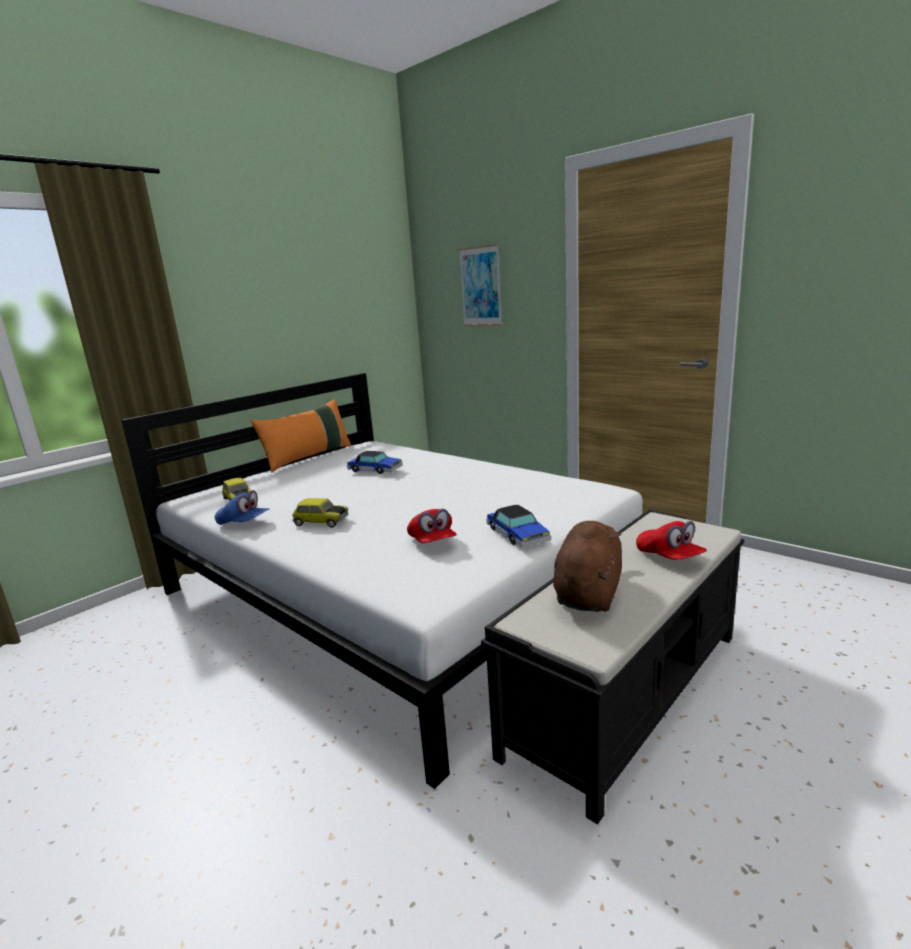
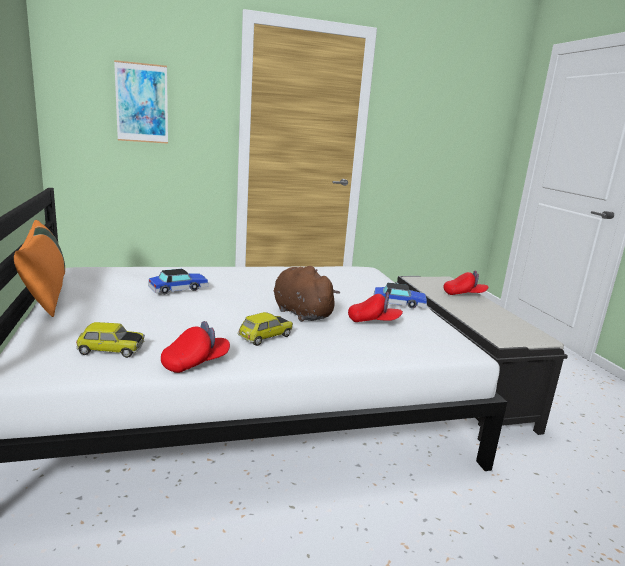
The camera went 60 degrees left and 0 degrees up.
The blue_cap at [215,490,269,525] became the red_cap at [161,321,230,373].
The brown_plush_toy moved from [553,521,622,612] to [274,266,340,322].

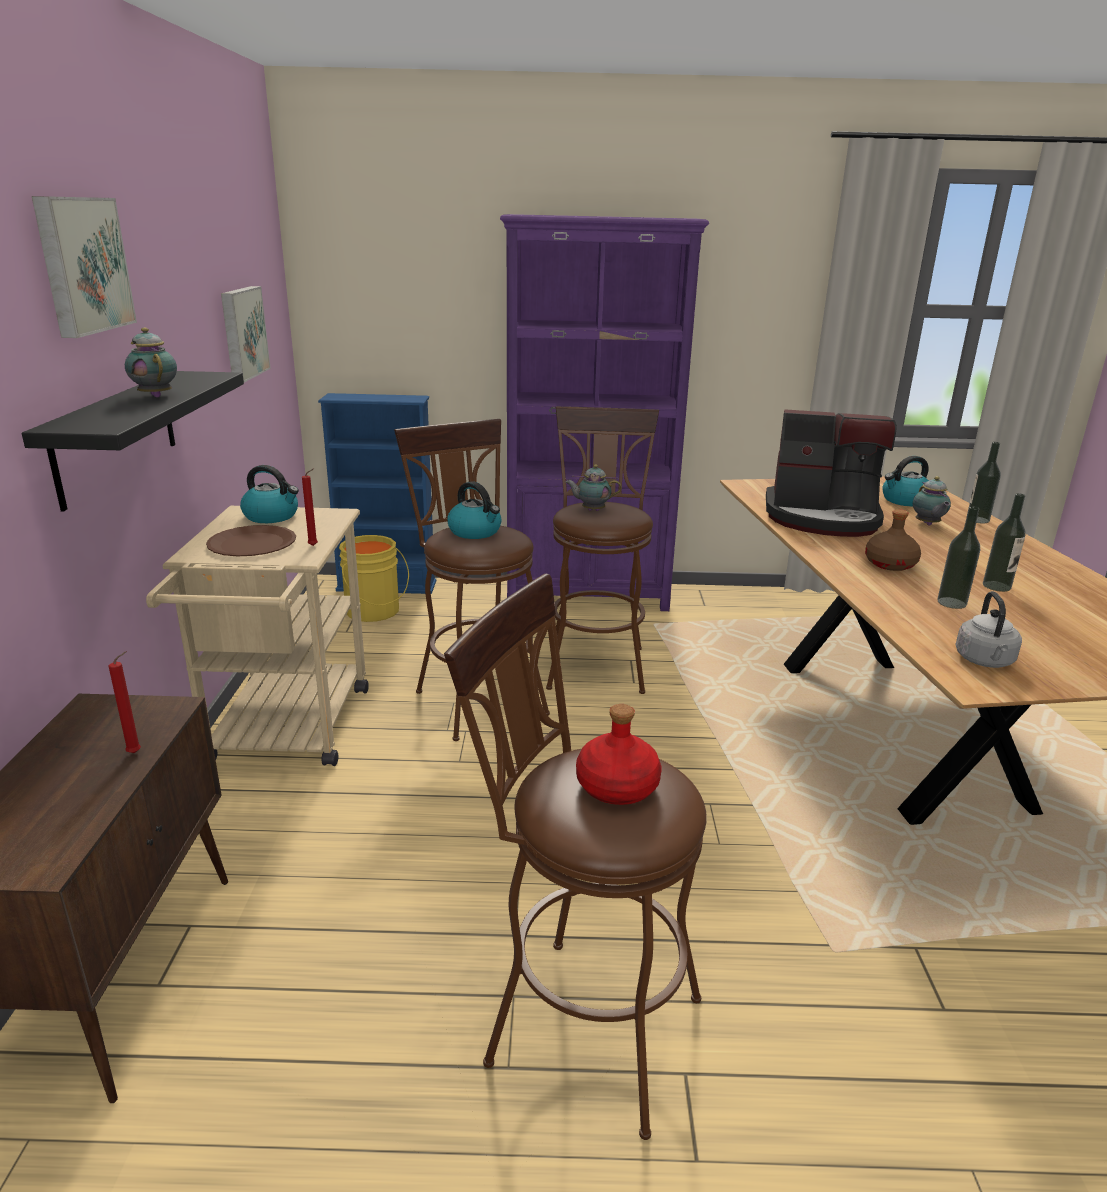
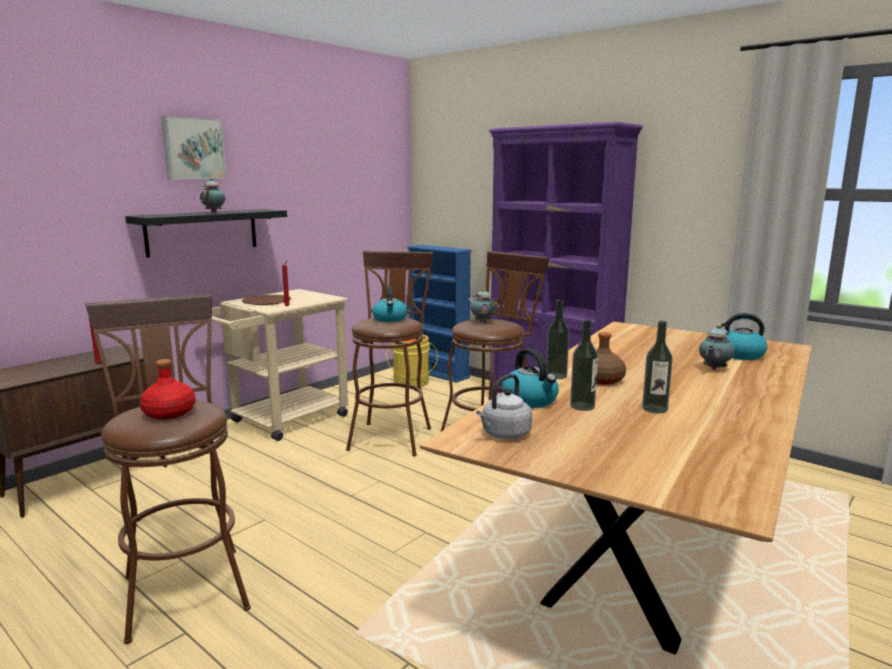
The camera went 40 degrees right and 10 degrees down.
The picture at [221,286,271,383] disappeared.
The coffee_machine at [766,409,897,537] disappeared.
The bottle moved from [966,442,1001,523] to [546,300,569,379].
The kettle moved from [240,465,299,523] to [502,348,559,408].

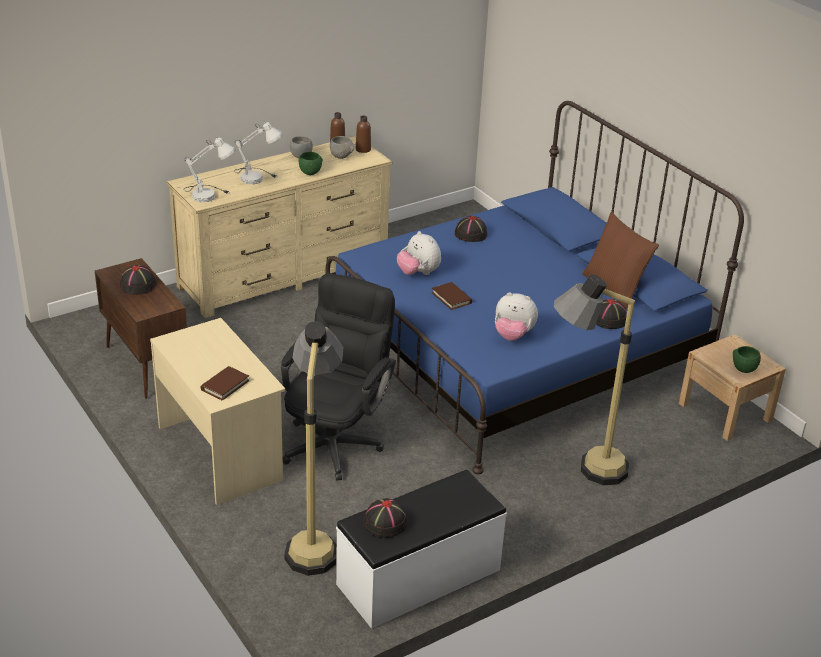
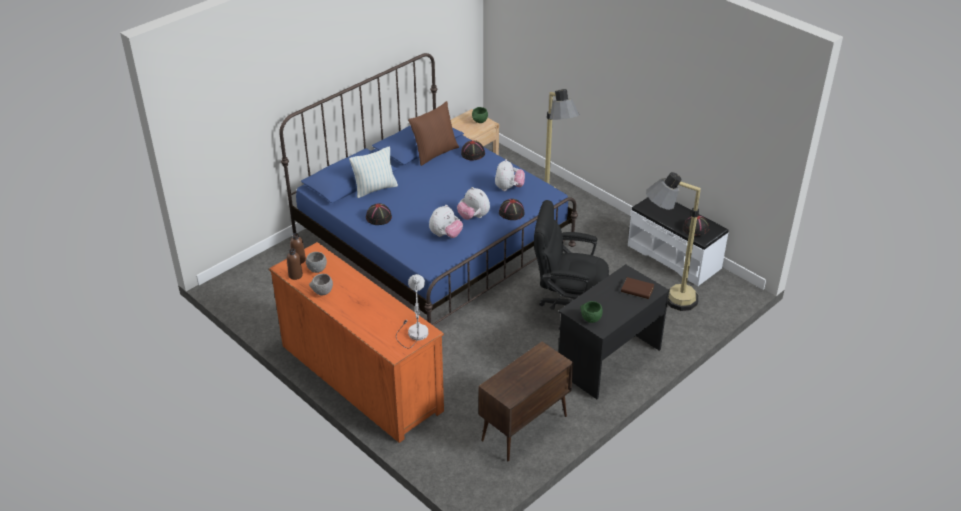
The camera went 100 degrees left and 5 degrees up.
The white_table_lamp at [234,121,283,184] disappeared.
The beige_dresser at [166,136,392,318] became the orange_dresser at [269,242,444,443].
The green_bowl moved from [299,152,323,175] to [580,301,603,323].
The black_hat moved from [120,265,156,295] to [499,199,525,220].
The brown_book at [432,282,472,310] was replaced by the plush_toy at [457,187,490,220].
The beige_desk at [150,318,285,505] became the black_desk at [558,264,670,399].
The pillow at [349,146,398,198] appeared.

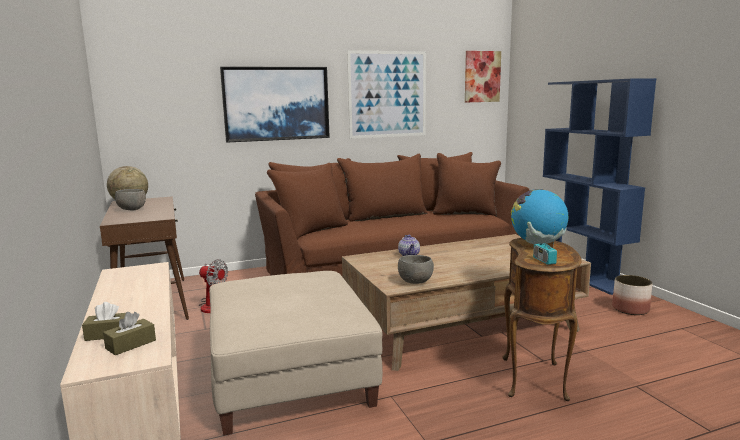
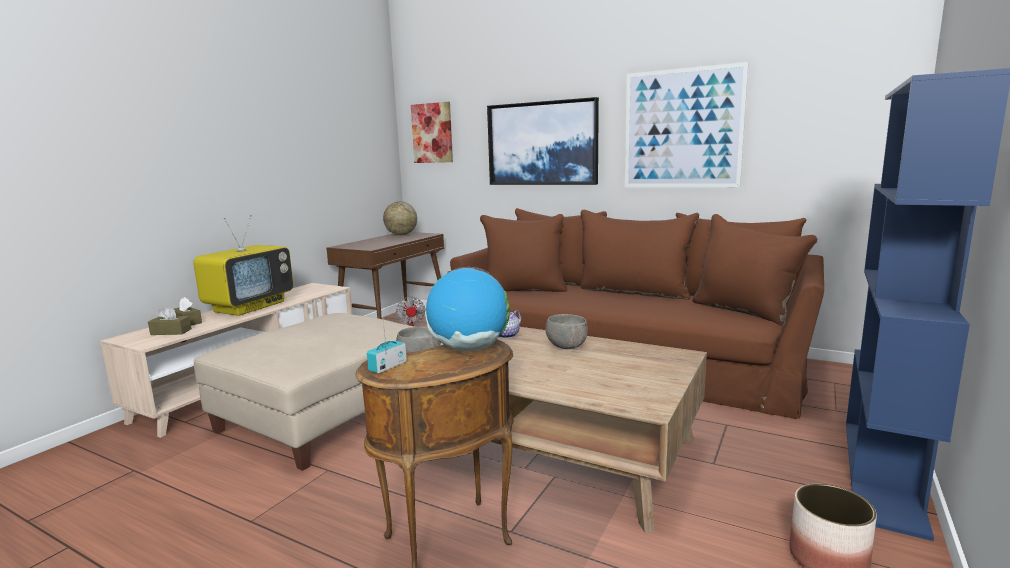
The camera went 50 degrees right and 0 degrees up.
The picture moved from [465,51,501,102] to [411,102,453,163].
The grey_bowl moved from [115,189,146,210] to [545,314,588,349].
The television at [193,215,293,316] appeared.

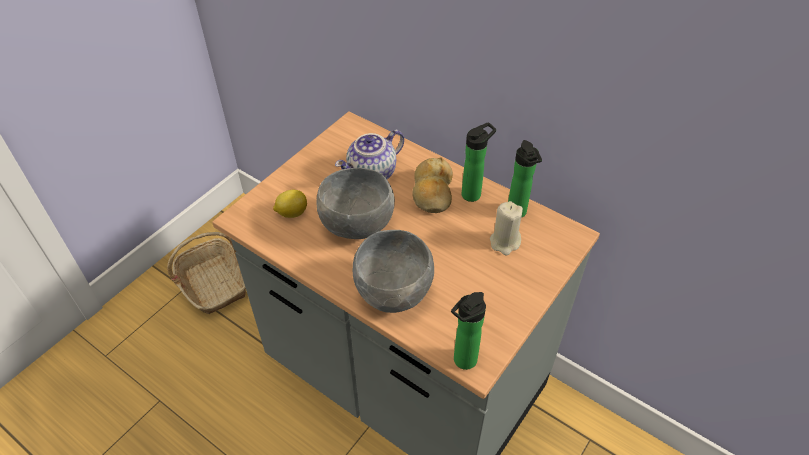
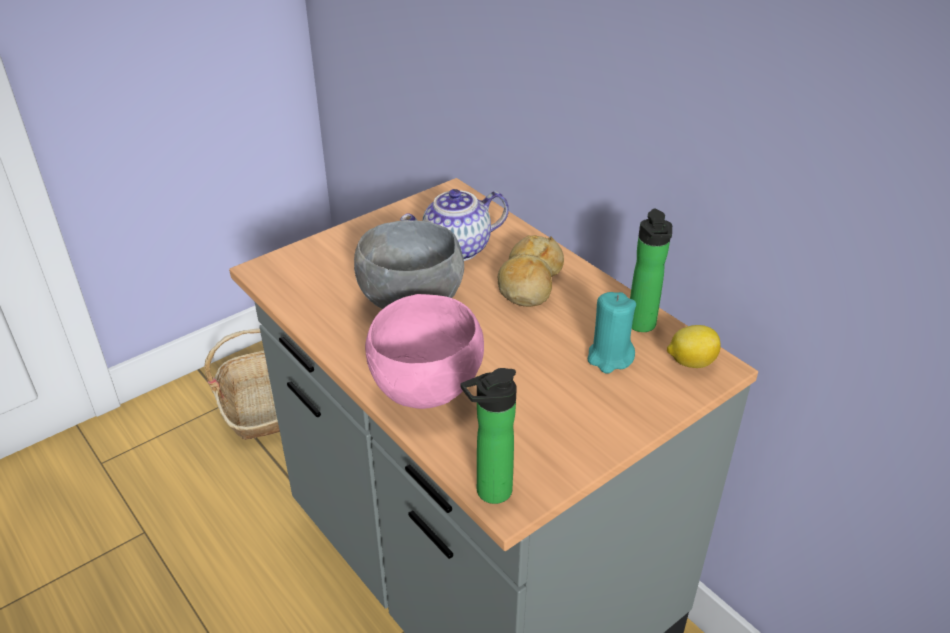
The camera went 15 degrees right and 10 degrees down.
The bottle at [462,122,496,202] disappeared.
The lemon moved from [273,190,307,218] to [667,325,721,368].
The beige_candle at [490,201,523,256] became the turquoise_candle at [588,292,636,374].
The grey_bowl at [353,230,434,313] became the pink_bowl at [365,294,484,409].

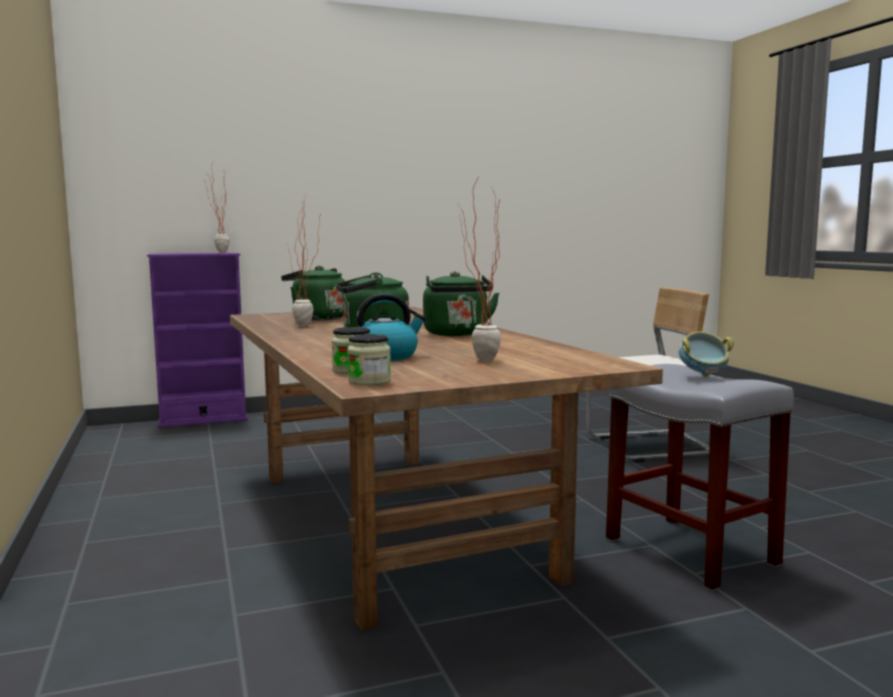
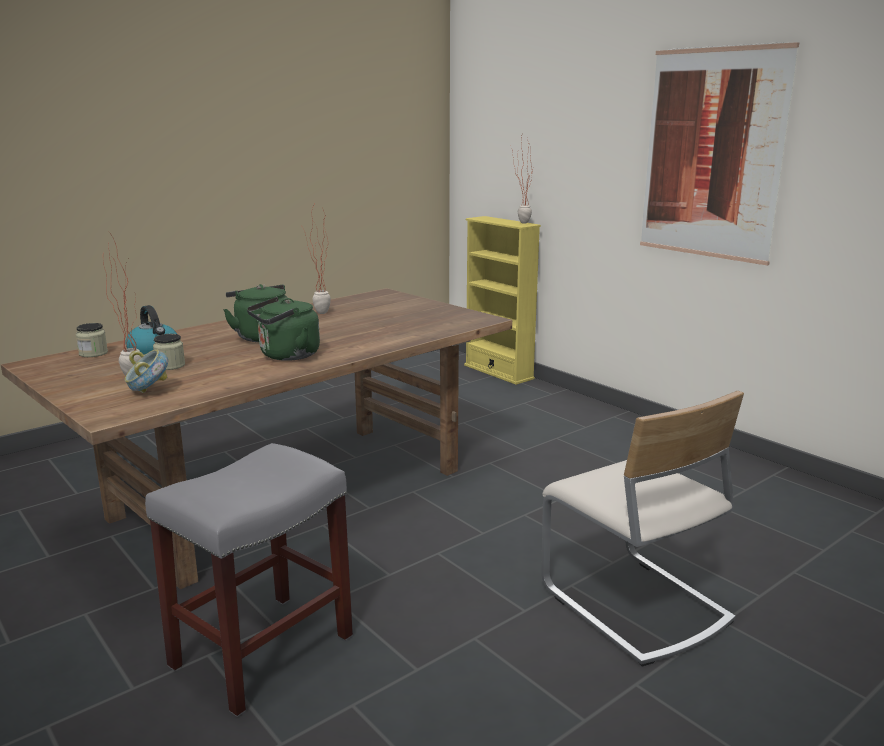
The camera went 70 degrees right and 10 degrees up.
The purple_bookcase at [147,253,248,428] became the yellow_bookcase at [464,216,541,385].
The green_kettle at [281,266,345,320] disappeared.
The bowl moved from [678,331,734,377] to [125,349,168,393].
The jar moved from [347,334,391,386] to [153,334,185,370].
The picture at [640,42,799,265] appeared.

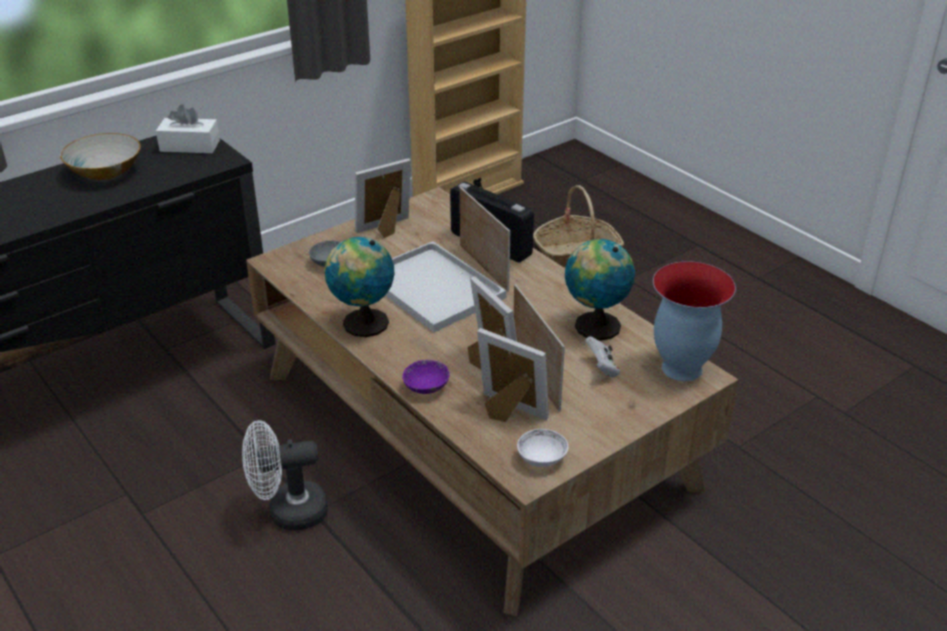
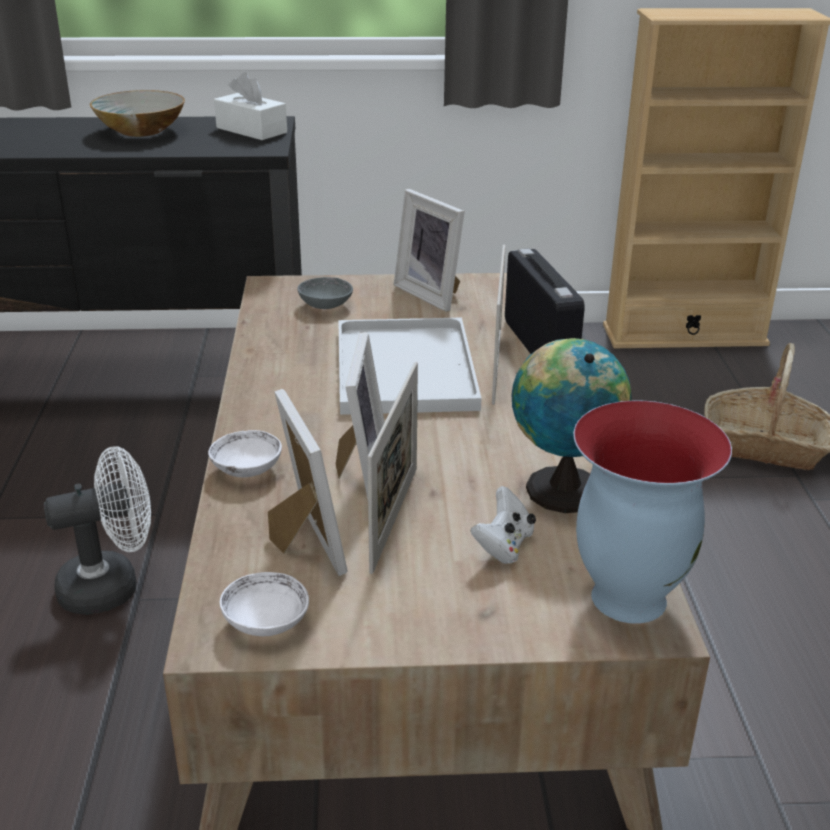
The camera went 35 degrees right and 5 degrees down.
The picture_frame at [355,158,411,238] turned 135 degrees counterclockwise.
The globe at [325,237,394,337] disappeared.
The purple_bowl at [402,360,449,394] became the white_bowl at [208,430,282,477].
The white_fan at [242,420,328,531] turned 135 degrees clockwise.

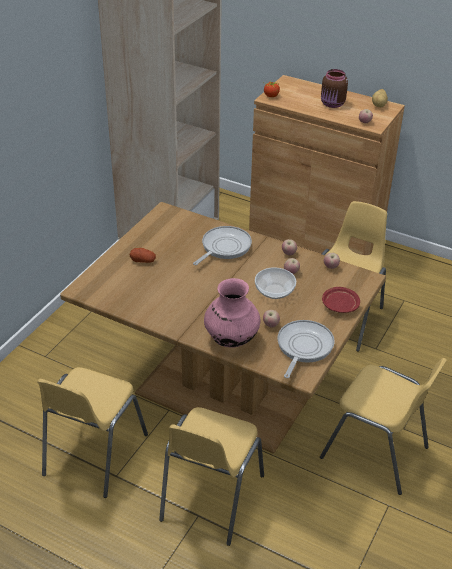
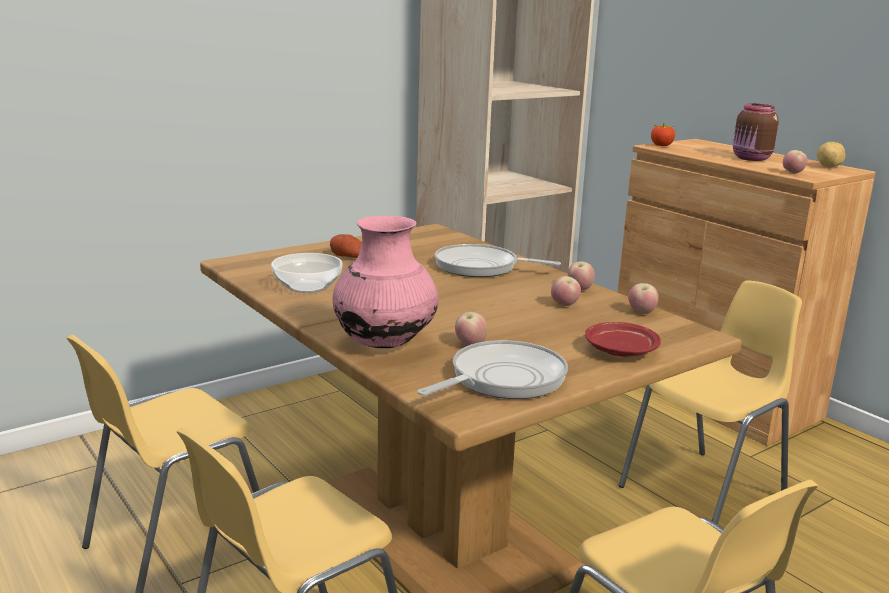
The camera went 25 degrees right and 20 degrees down.
The frying_pan at [193,226,252,265] turned 135 degrees counterclockwise.
The bowl moved from [255,267,296,299] to [271,253,343,293].

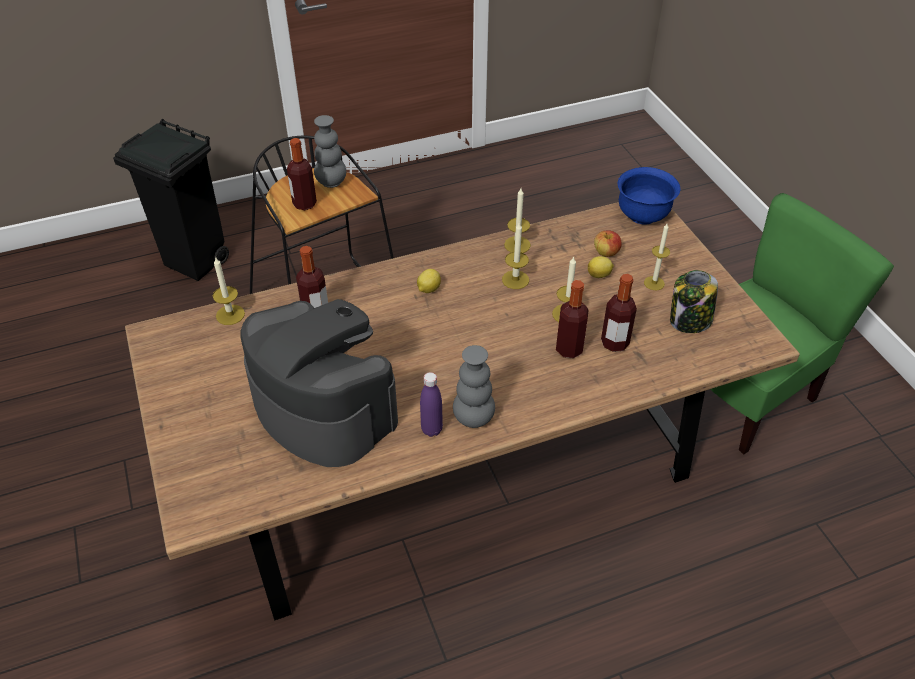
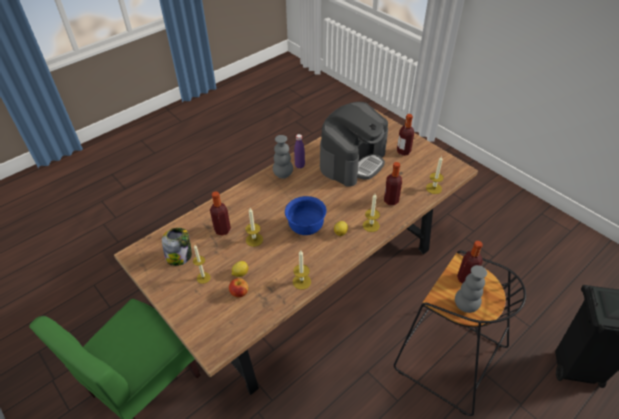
The camera went 160 degrees right and 0 degrees up.
The blue_bowl moved from [618,167,680,225] to [285,196,326,235].
The candle moved from [502,223,529,289] to [363,194,380,232].
The bottle moved from [556,280,588,358] to [397,114,414,156].
The coffee_machine at [240,299,398,467] turned 75 degrees counterclockwise.

